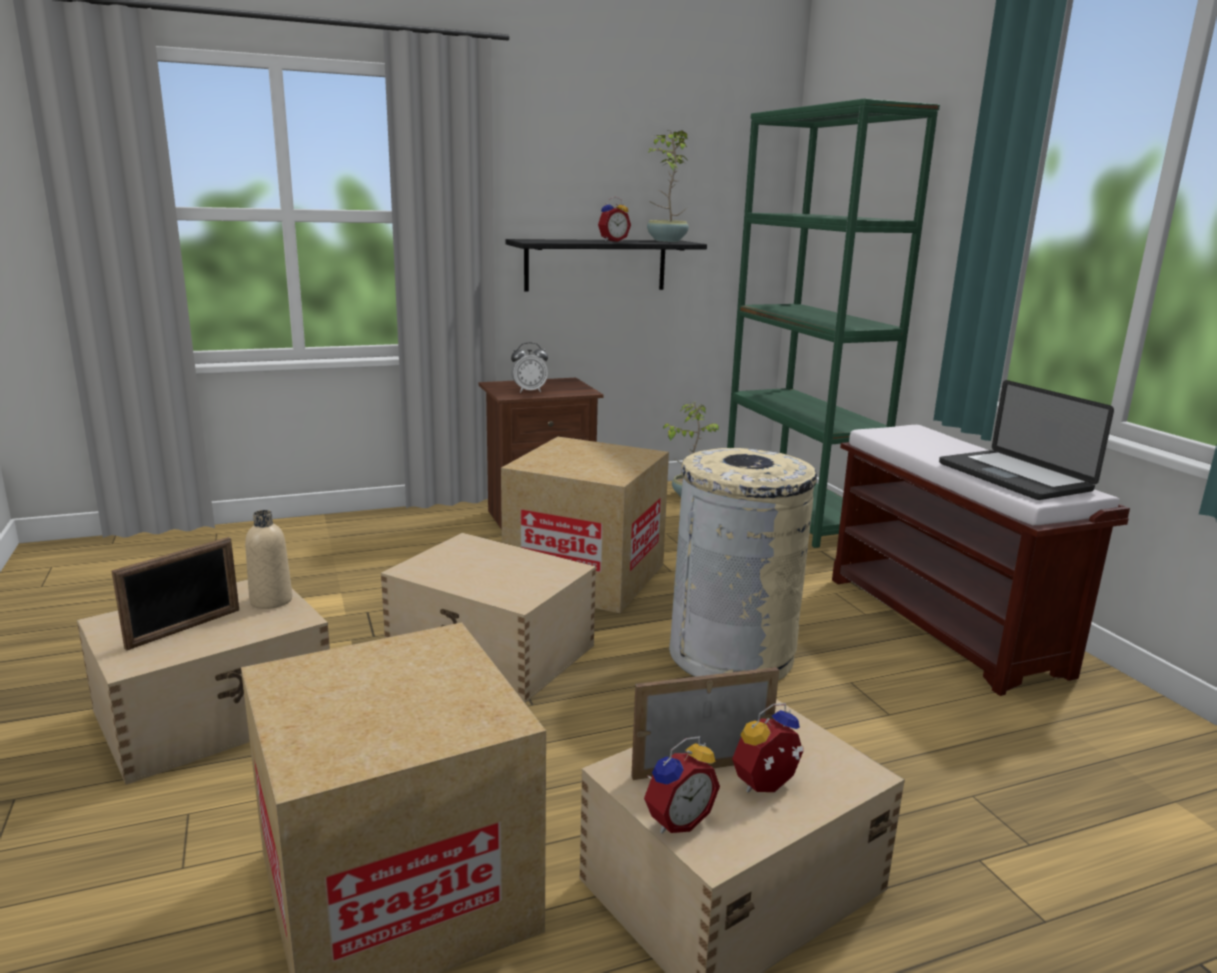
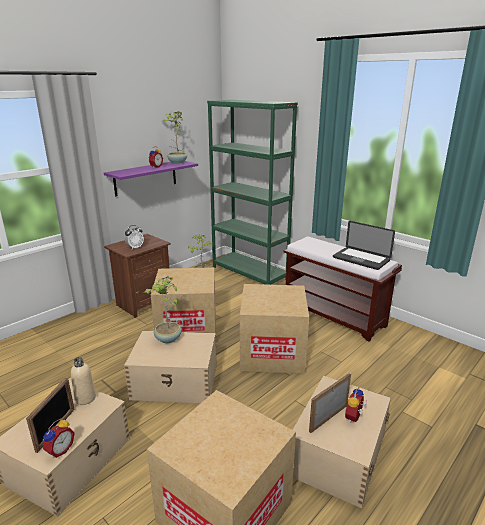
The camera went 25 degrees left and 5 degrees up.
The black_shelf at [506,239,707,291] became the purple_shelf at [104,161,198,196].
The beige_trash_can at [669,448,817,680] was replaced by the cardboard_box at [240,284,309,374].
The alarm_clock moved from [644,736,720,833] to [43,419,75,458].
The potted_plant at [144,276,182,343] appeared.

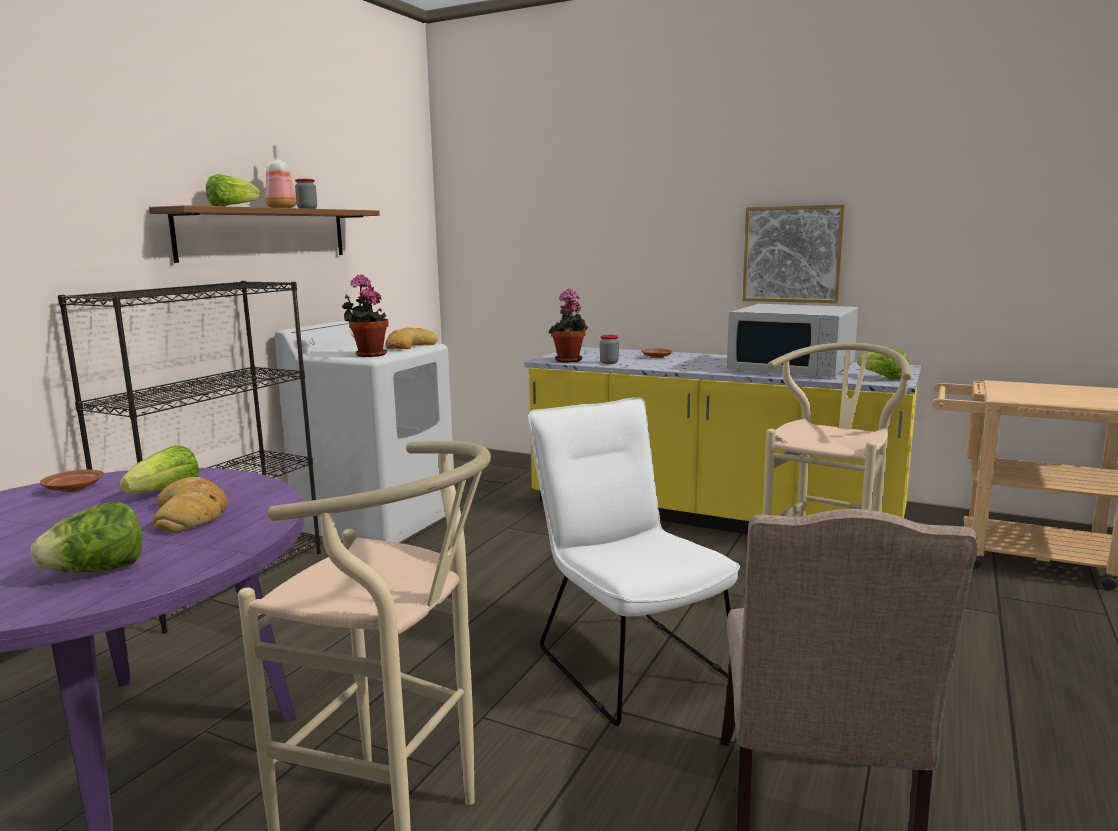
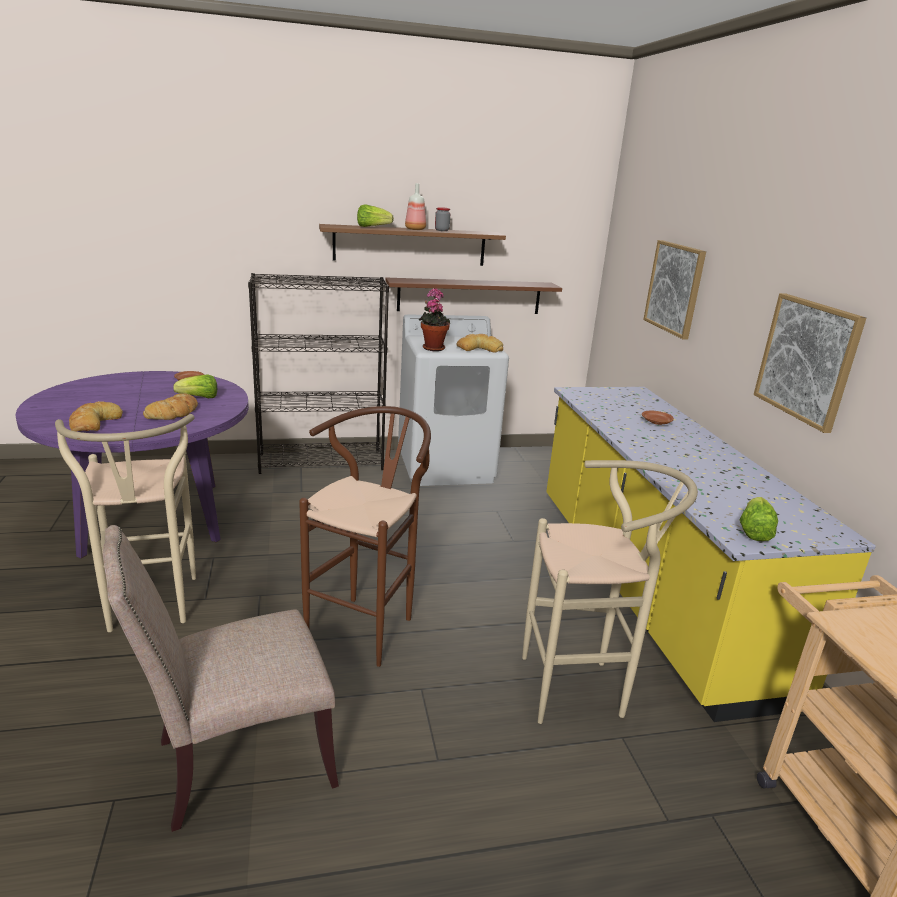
The camera went 50 degrees right and 10 degrees up.
The potted_plant at [549,289,588,363] disappeared.
The white_microwave at [727,304,858,377] disappeared.
The jar at [600,335,619,364] disappeared.
The white_chair at [528,398,740,726] was replaced by the brown_stool at [299,406,431,667].
The lettuce at [31,502,143,572] was replaced by the bread at [69,401,123,432].
The picture at [643,240,706,339] appeared.
The brown_shelf at [385,278,562,314] appeared.

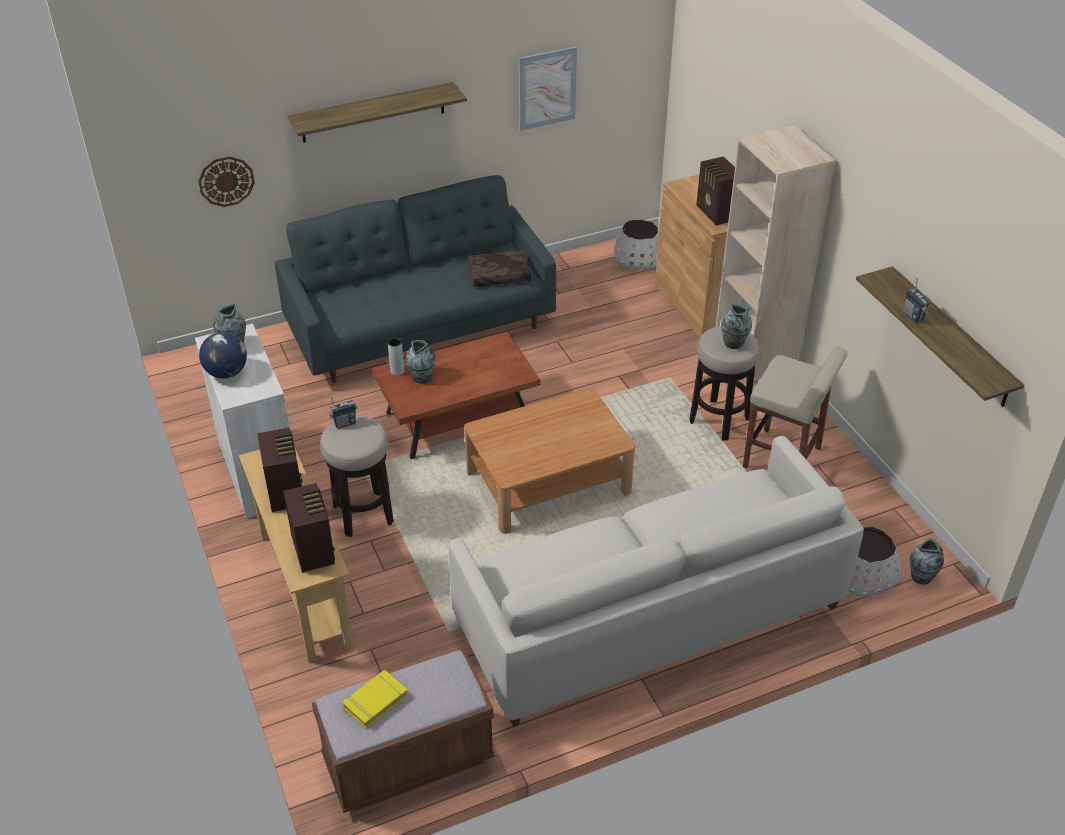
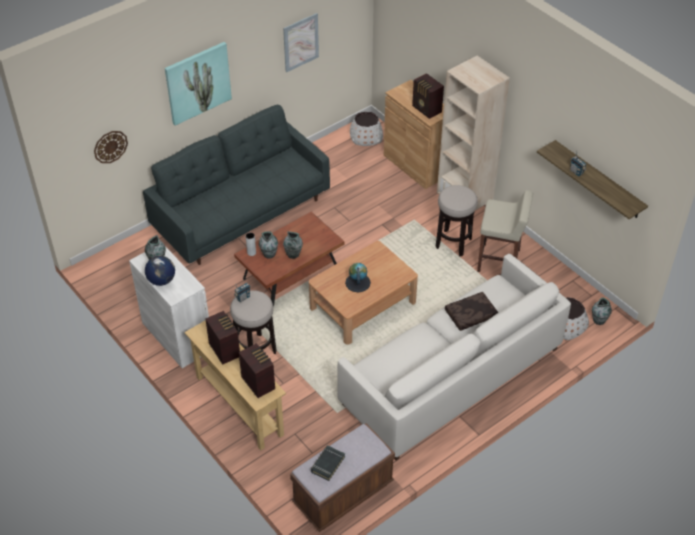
The camera went 15 degrees left and 5 degrees up.
The shelf at [287,82,467,143] was replaced by the picture at [165,42,232,126].
The brown_pillow moved from [467,250,531,287] to [445,292,498,331].
The vase moved from [721,303,752,349] to [283,231,303,259].
The yellow_book at [343,670,408,729] became the black_book at [311,445,345,481].
The globe at [345,263,371,292] appeared.

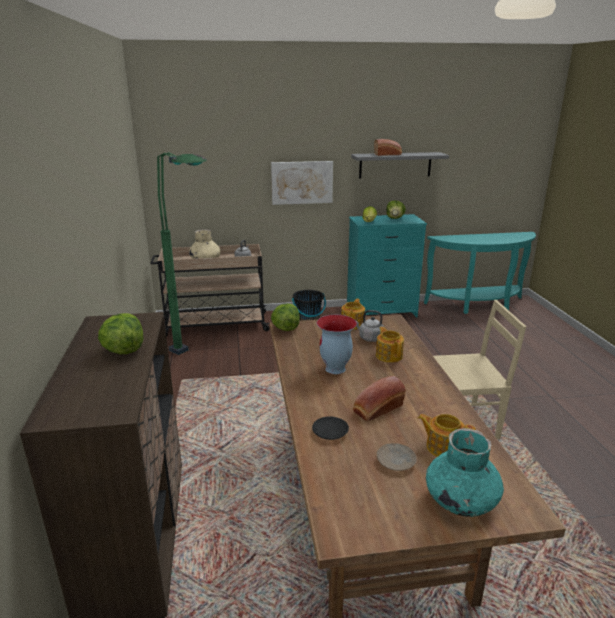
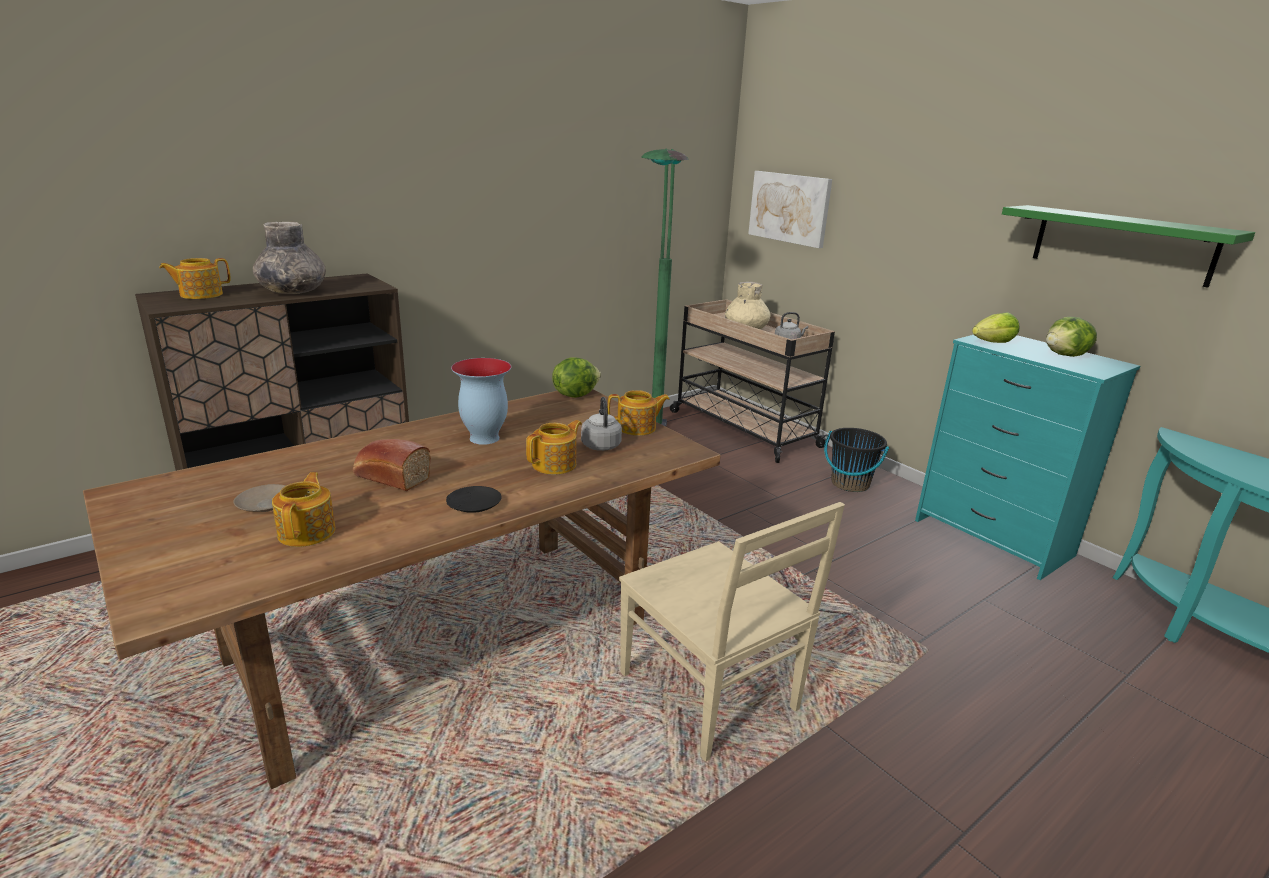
The camera went 60 degrees right and 0 degrees up.
The bread at [374,139,402,156] disappeared.
The grey_shelf at [351,152,449,178] became the green_shelf at [1002,205,1255,287].
The picture moved from [271,161,333,205] to [748,171,832,248].
The lettuce at [98,313,143,354] was replaced by the grey_vase at [253,222,326,294].
The black_plate moved from [312,416,349,440] to [446,486,502,513].
The turquoise_vase at [426,428,504,517] disappeared.
The teapot at [159,258,231,299] appeared.

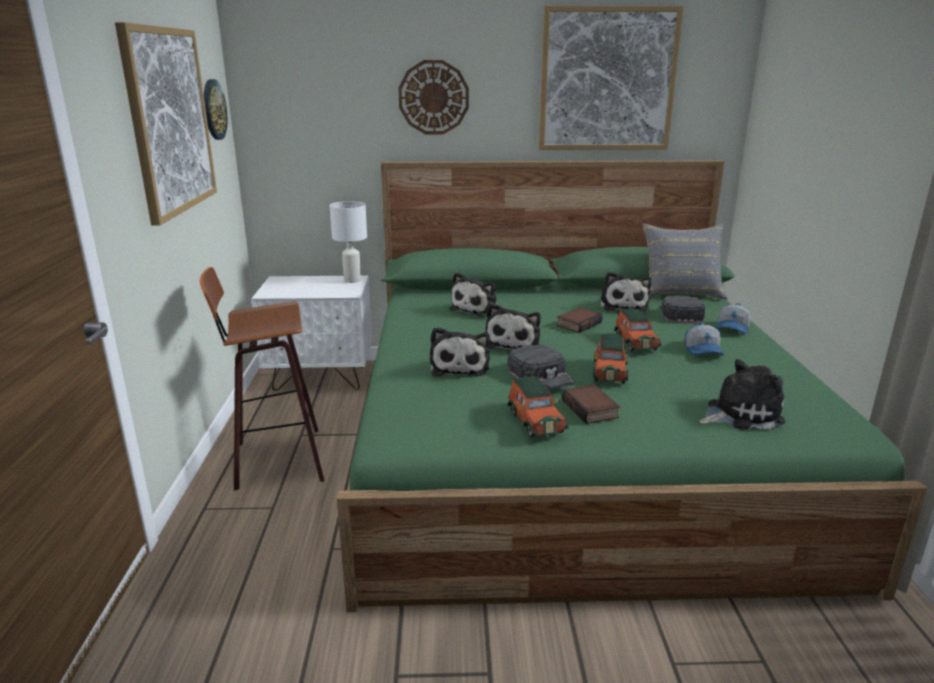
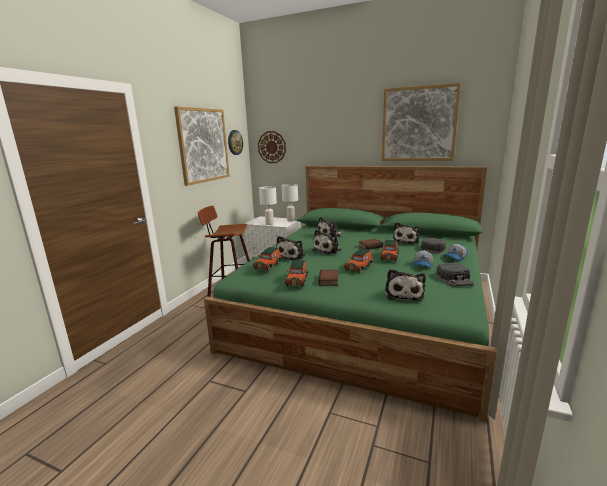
The camera went 25 degrees right and 5 degrees down.
The wall_clock moved from [398,60,469,134] to [258,131,286,163].
The grey_pillow at [643,224,728,299] disappeared.
The black_cap moved from [507,344,575,390] to [436,263,474,287].
The plush_toy at [700,359,785,430] turned 90 degrees clockwise.
The white_table_lamp at [259,186,277,225] appeared.
The toy_car at [253,247,281,271] appeared.

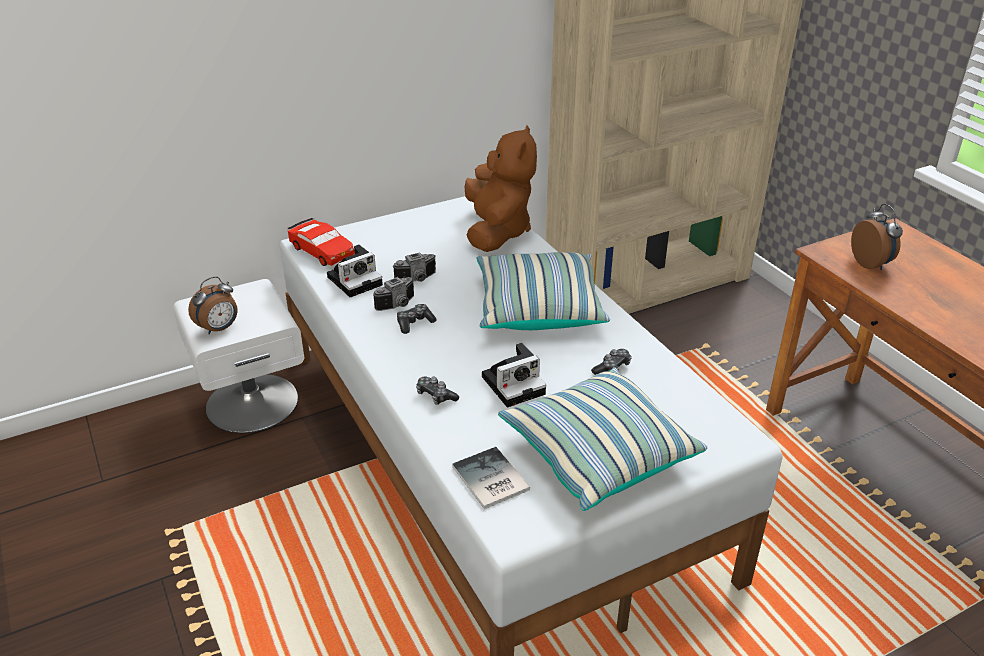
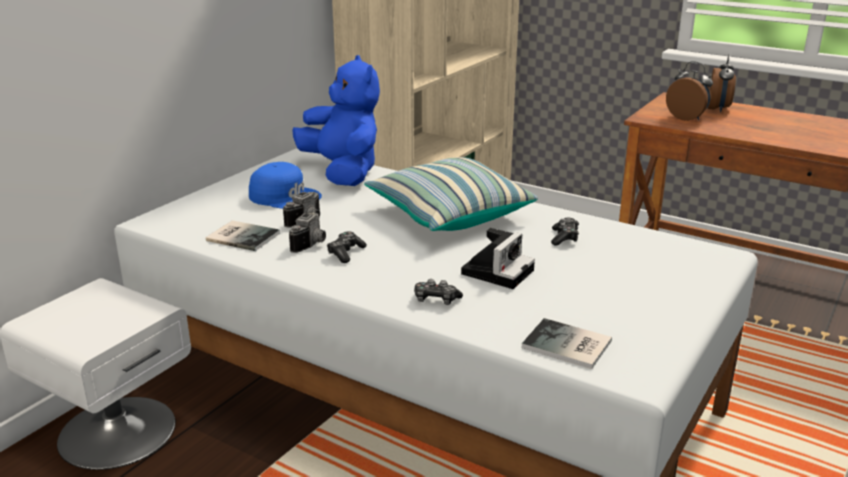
The camera went 30 degrees left and 10 degrees down.
The brown_plush_toy at [465,125,537,252] became the blue_plush_toy at [292,55,380,186].
The red_toy_car at [288,218,355,266] disappeared.
The photo_camera at [327,244,383,297] was replaced by the book at [206,220,280,251].
The alarm_clock moved from [188,276,238,335] to [708,54,736,112].
The pillow at [498,367,707,511] disappeared.
The blue_cap at [249,162,322,209] appeared.

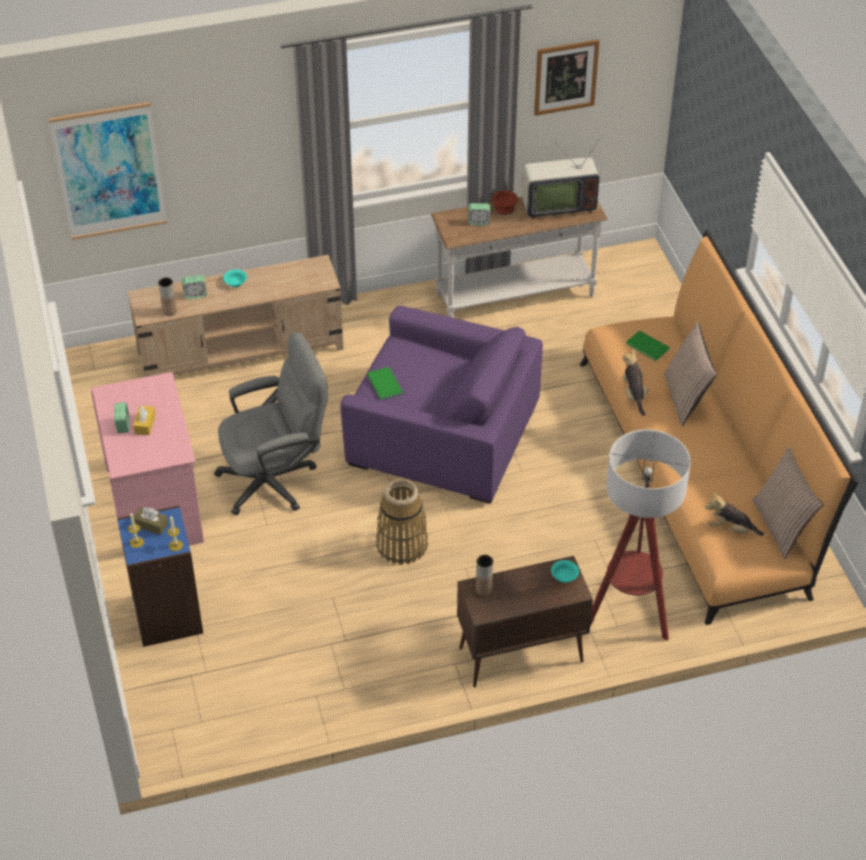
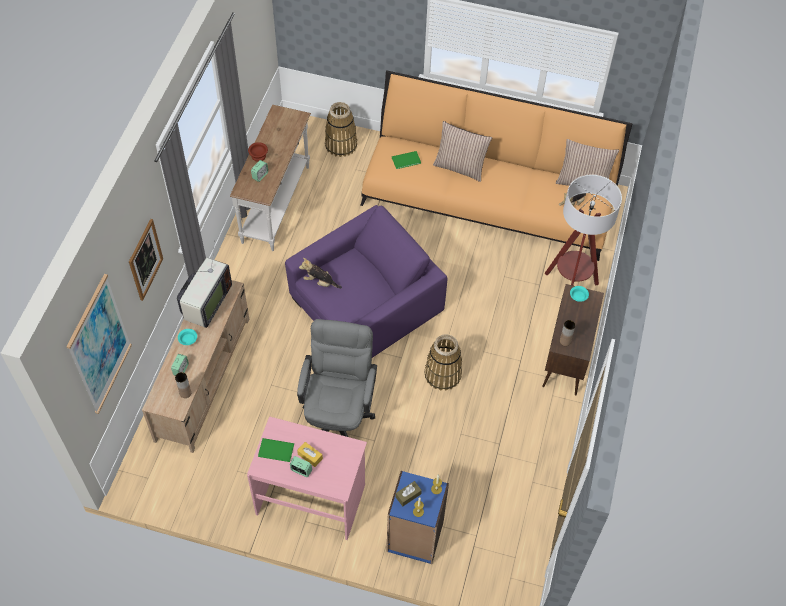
The camera went 60 degrees left and 10 degrees up.
The picture moved from [534,40,599,116] to [129,219,163,301].
The television moved from [522,136,602,219] to [177,242,232,328].
The plush_toy moved from [622,348,650,416] to [299,258,342,288].
The green_book moved from [367,367,403,400] to [258,438,294,462].
The basket at [325,102,357,157] appeared.

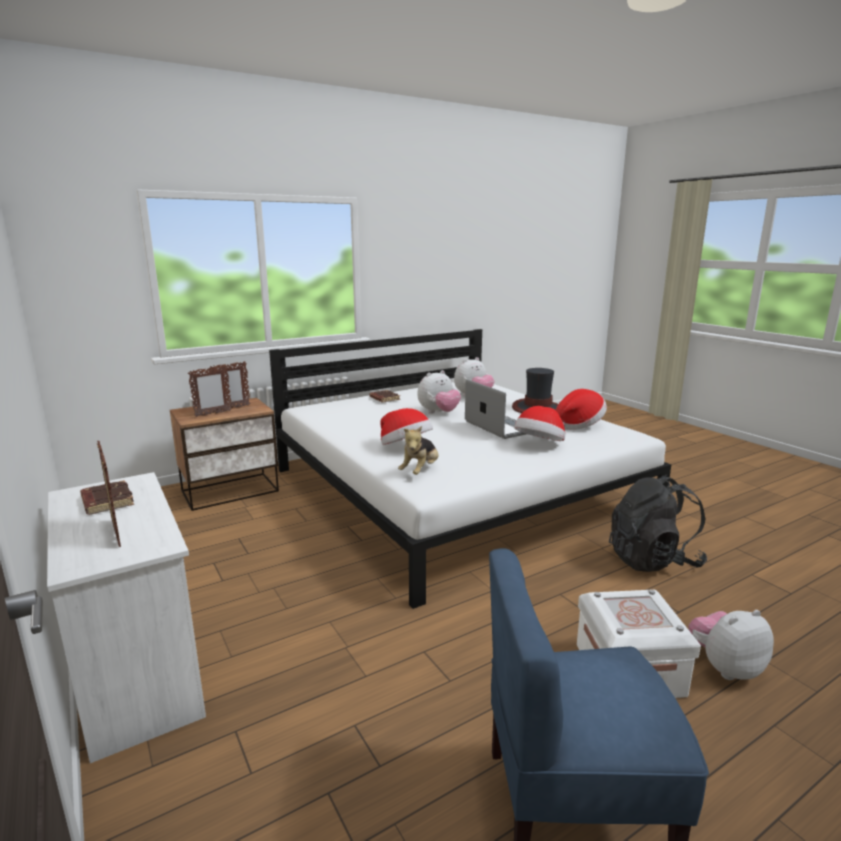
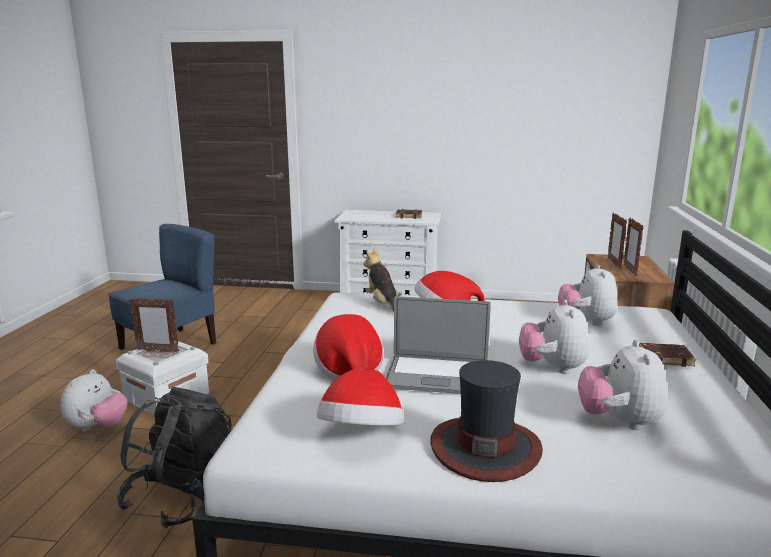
The camera went 130 degrees right and 0 degrees up.
The picture_frame moved from [97,441,121,547] to [129,297,179,353].
The plush_toy at [558,264,617,326] appeared.

